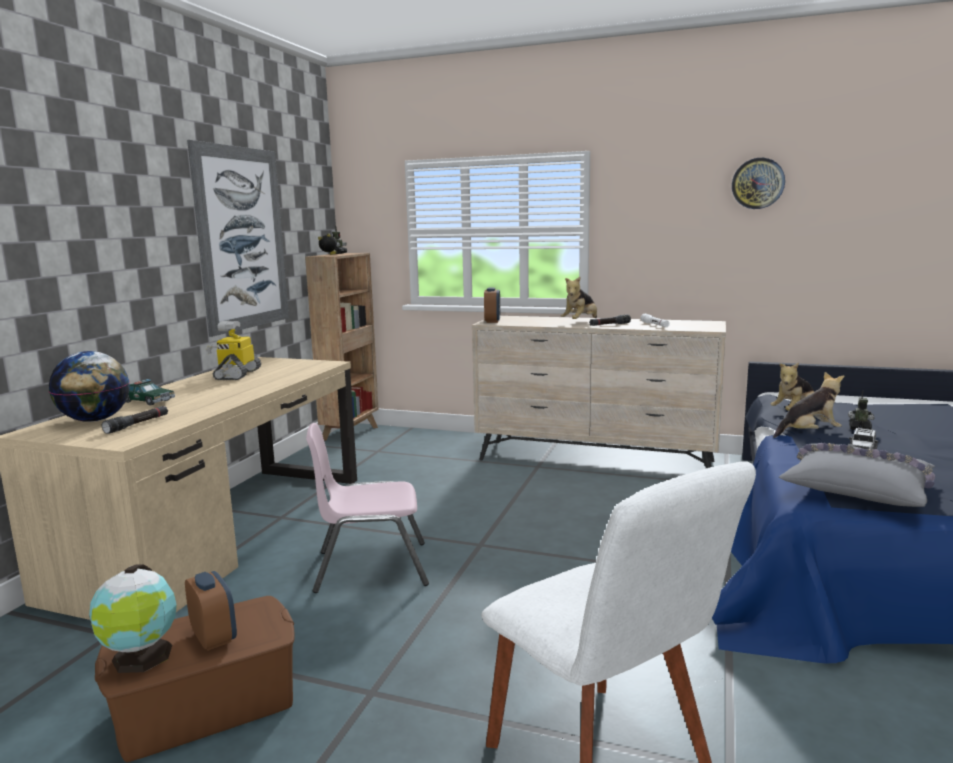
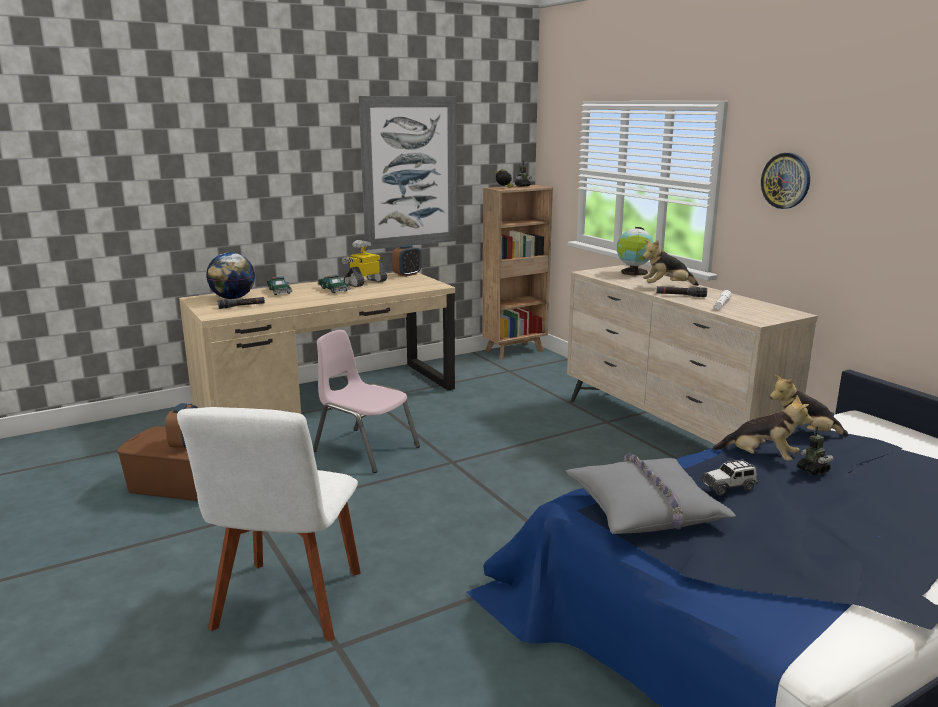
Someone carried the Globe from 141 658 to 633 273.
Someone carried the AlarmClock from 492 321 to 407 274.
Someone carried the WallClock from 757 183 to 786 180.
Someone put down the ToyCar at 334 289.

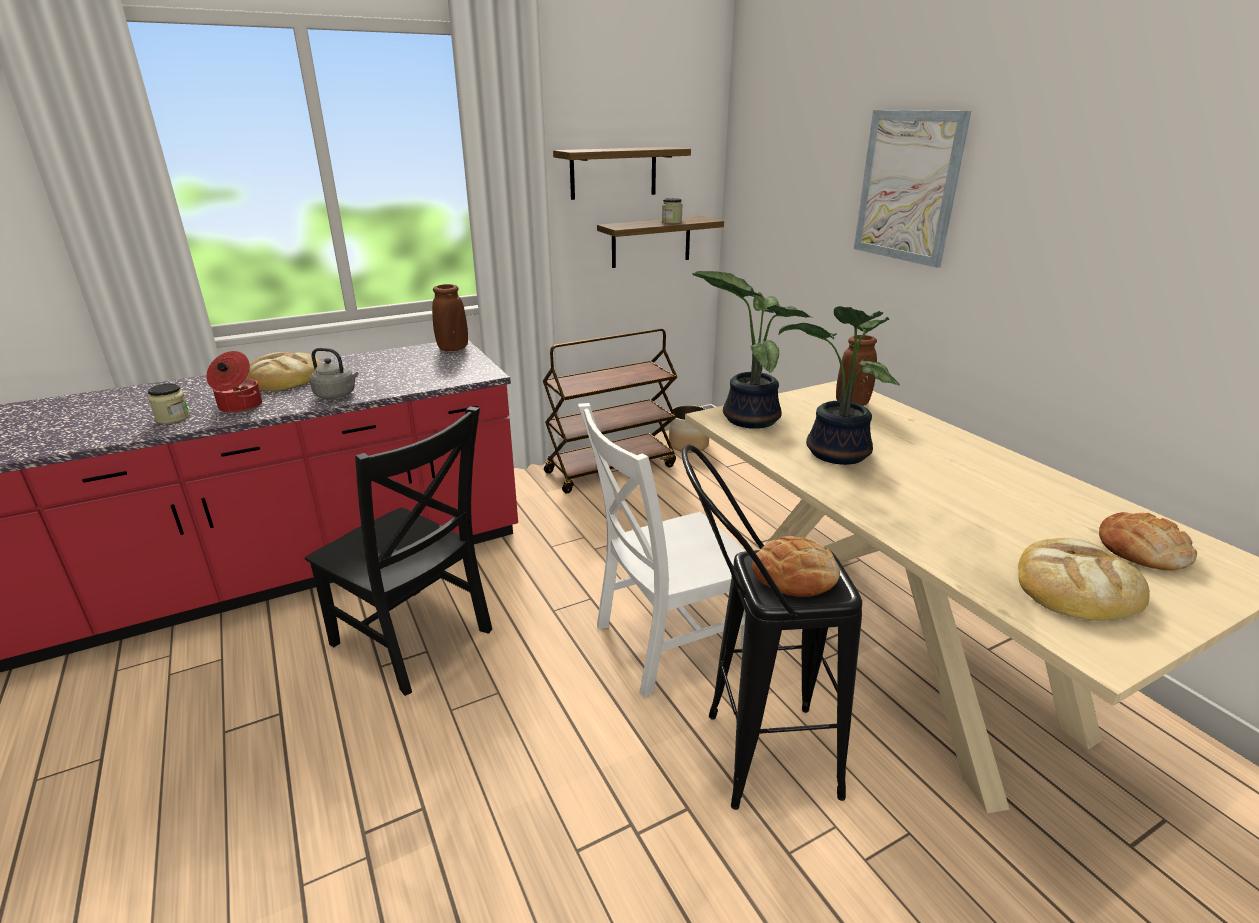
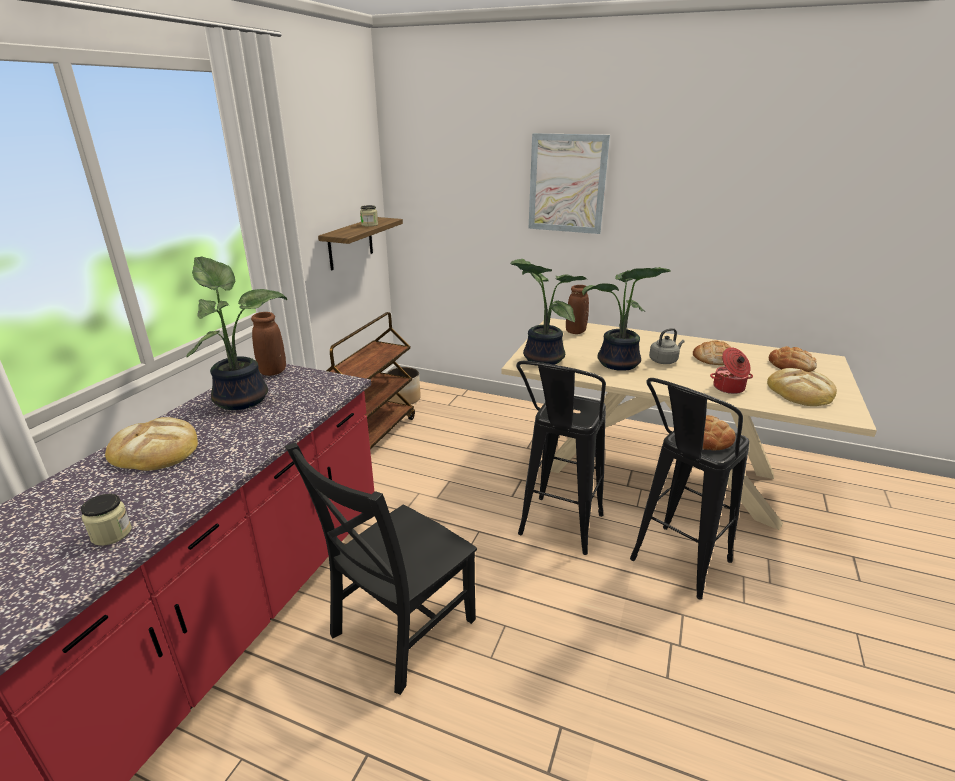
Someone carried the CookingPot from 239 407 to 729 388.
Someone rotated the BlackChair at 415 641 by 135 degrees clockwise.
Someone carried the GreyKettle from 337 395 to 664 361.
Someone took away the Shelf at 613 173.
Someone swapped the WhiteChair at 665 643 for the BlackStool at 557 533.
Someone put down the PottedPlant at 243 398.
Someone put down the Bread at 713 358.

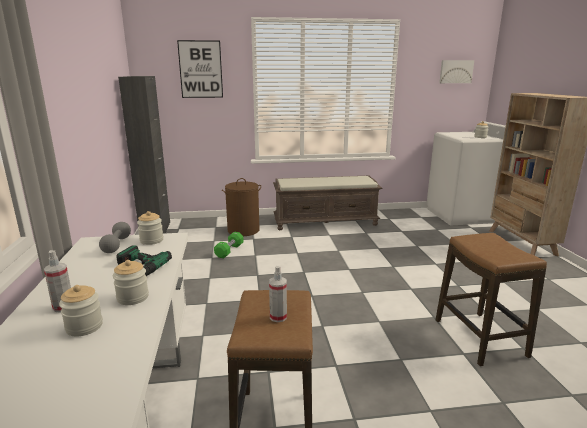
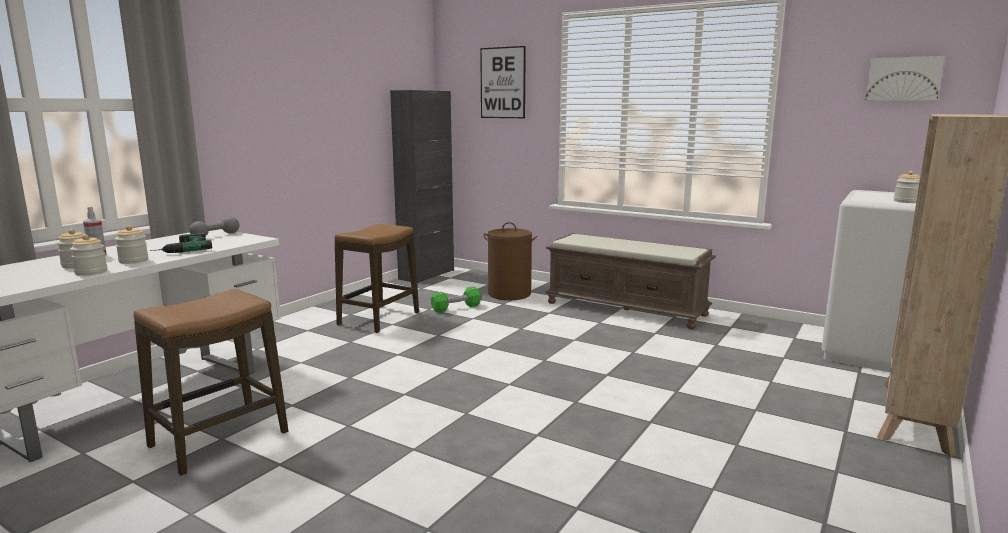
Someone carried the Jar from 151 240 to 91 272.
Someone took away the SprayBottle at 278 317.
Someone carried the Stool from 480 338 to 379 319.

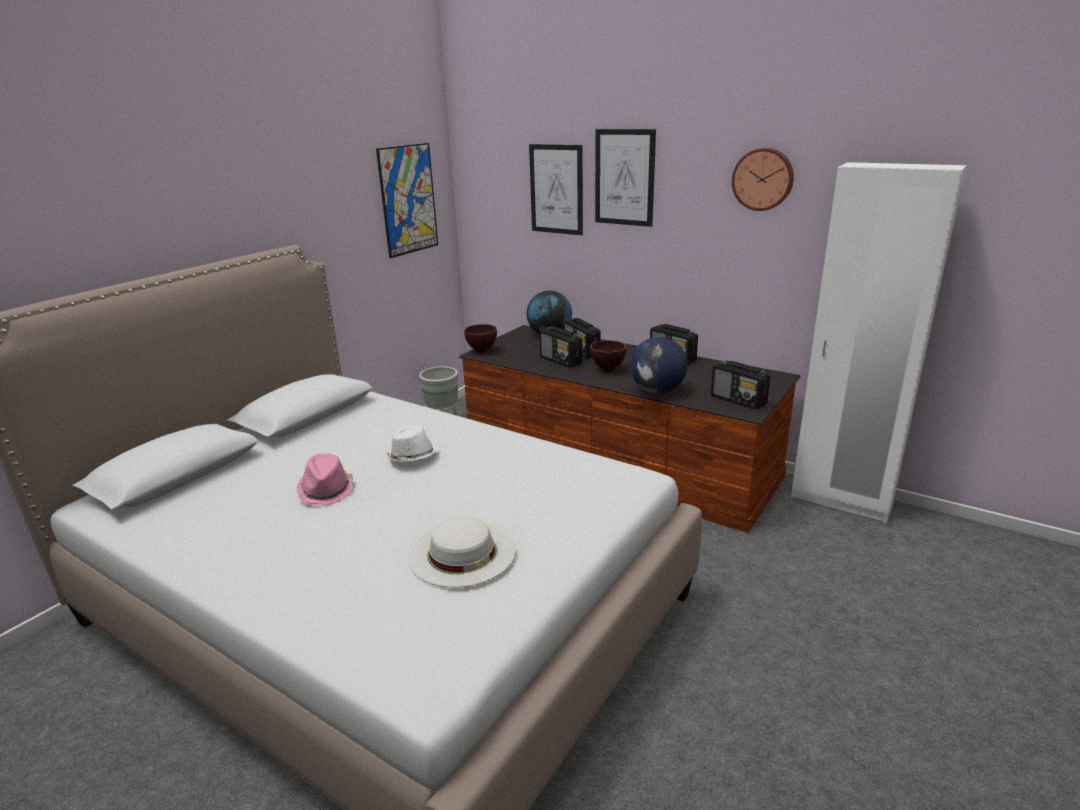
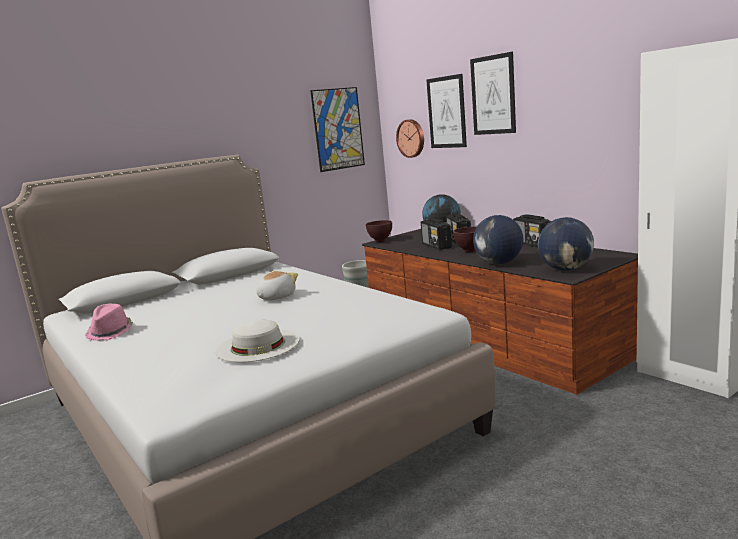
Someone carried the PinkHat from 326 490 to 111 332.
Someone swapped the WhiteHat at 413 458 for the PlushToy at 276 297.
Someone swapped the Radio at 738 400 for the Globe at 566 269.
Someone carried the WallClock from 763 179 to 411 138.

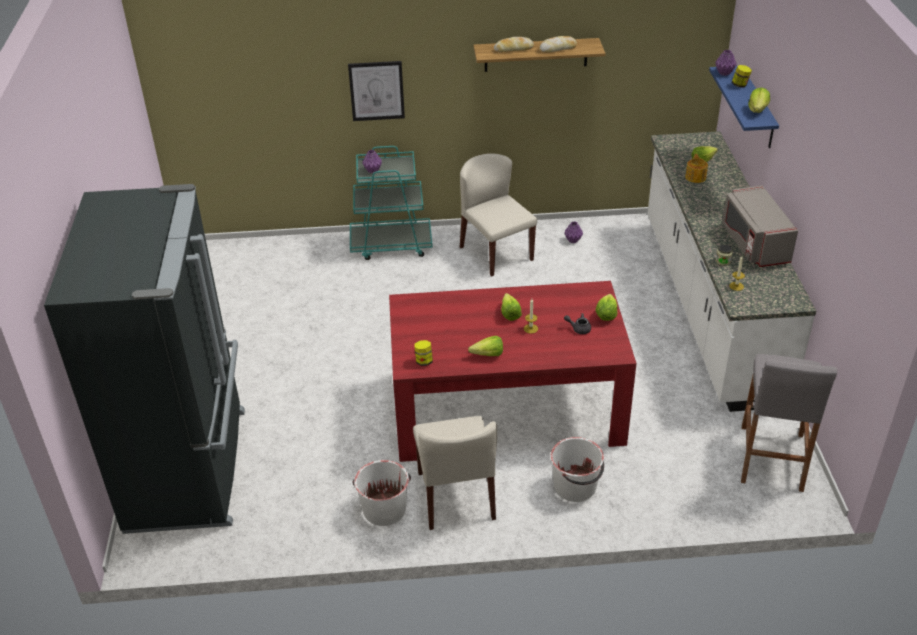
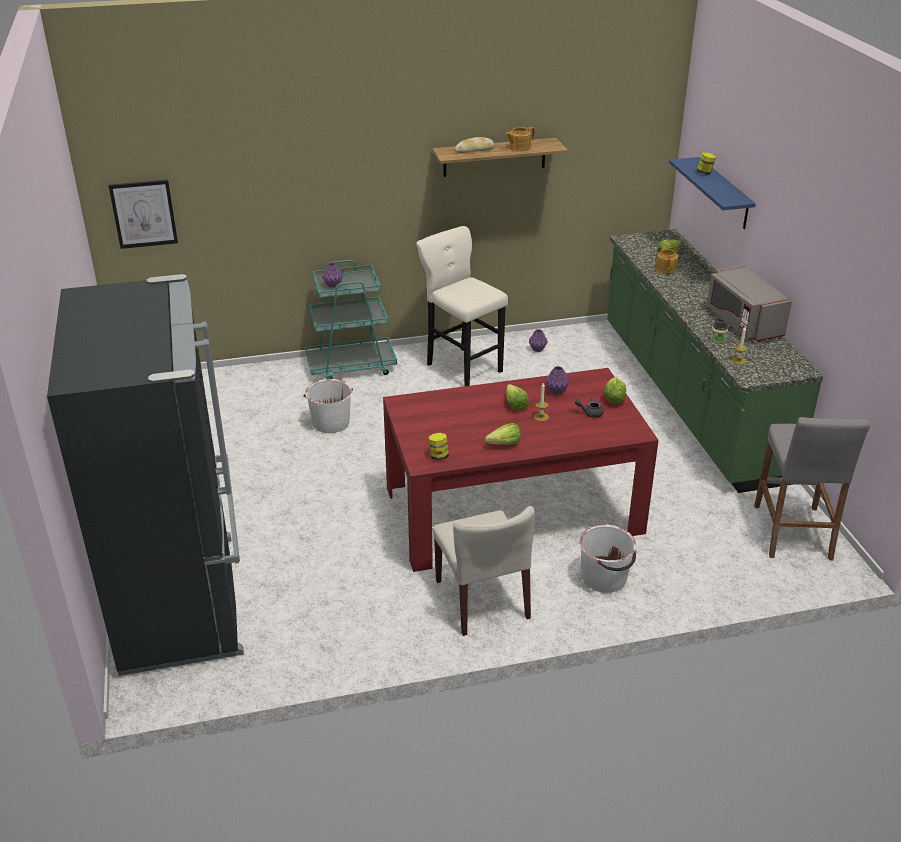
Someone carried the Picture from 376 90 to 144 214.
Someone carried the WhiteBucket from 384 509 to 330 422.
Someone swapped the BeigeChair at 495 253 for the BeigeStool at 462 366.
Someone swapped the Bread at 558 48 for the Teapot at 519 148.
Someone repainted the WhiteCounter at 709 306, which became the GreenCounter at 689 399.
Someone carried the PurpleVase from 724 73 to 556 391.
Someone took away the Lettuce at 757 110.

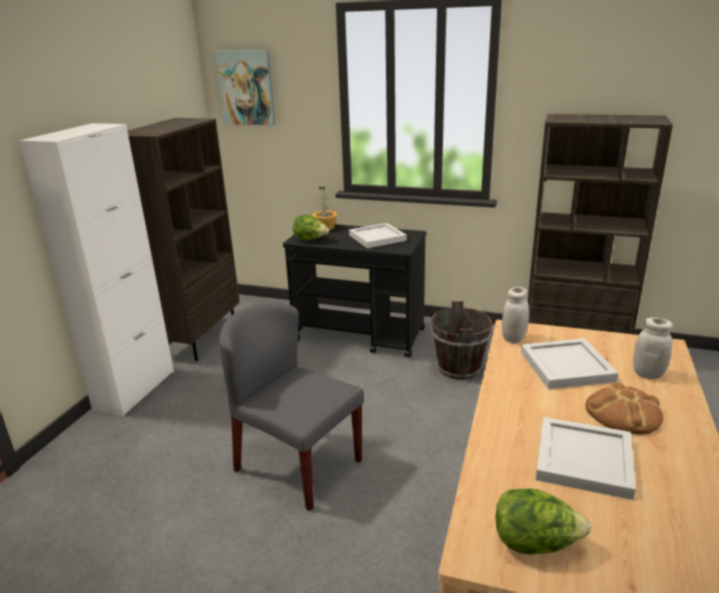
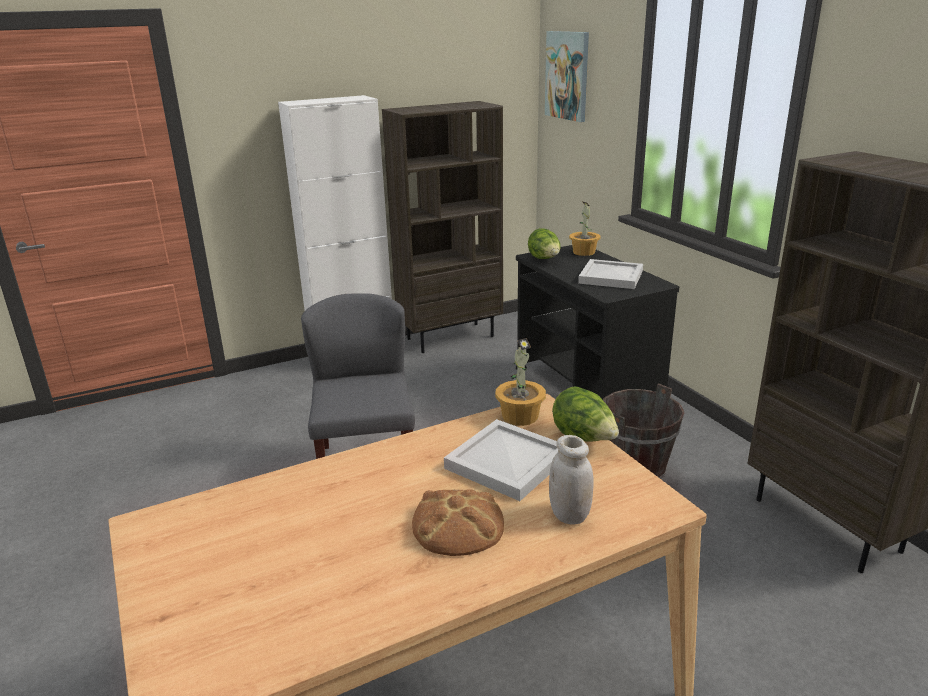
Someone carried the Lettuce from 535 543 to 584 438.
Someone swapped the WhiteJar at 513 338 for the PottedPlant at 519 416.
Someone took away the WhiteTray at 585 459.

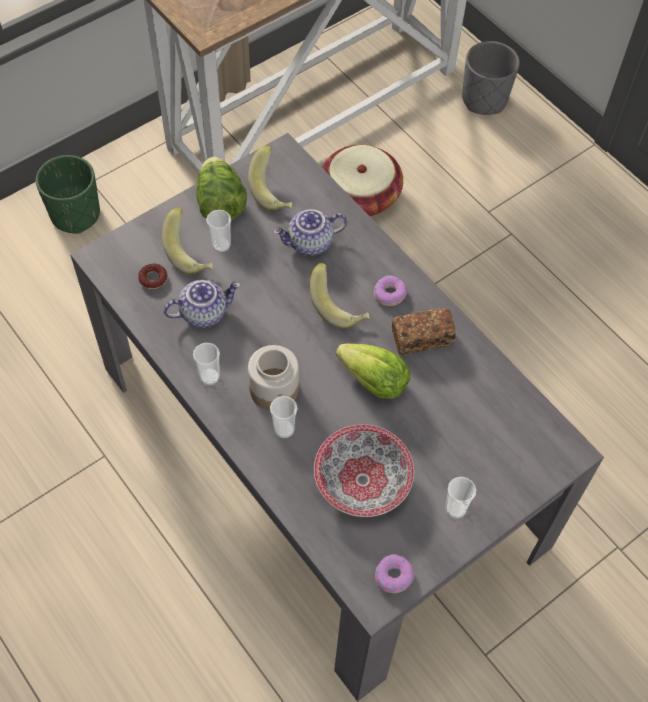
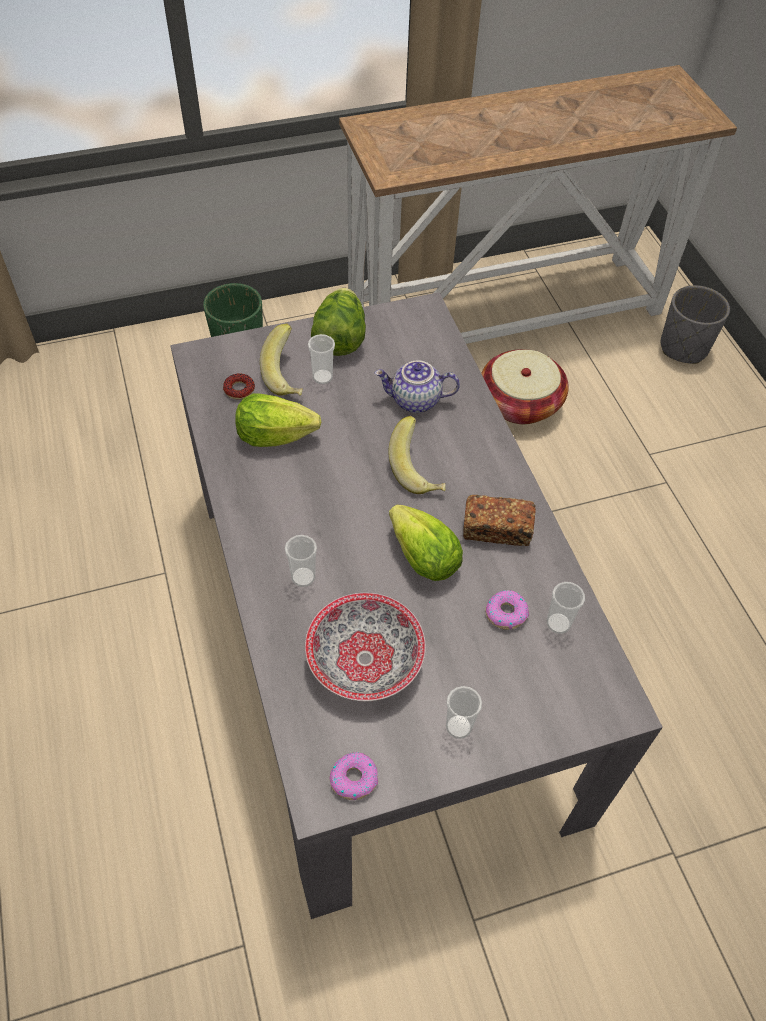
Someone swapped the Teapot at 204 312 for the Lettuce at 274 435.
Someone carried the Cup from 209 376 to 558 623.
Someone took away the Banana at 274 191.
Someone took away the Jar at 274 389.
Someone carried the Donut from 389 294 to 506 613.

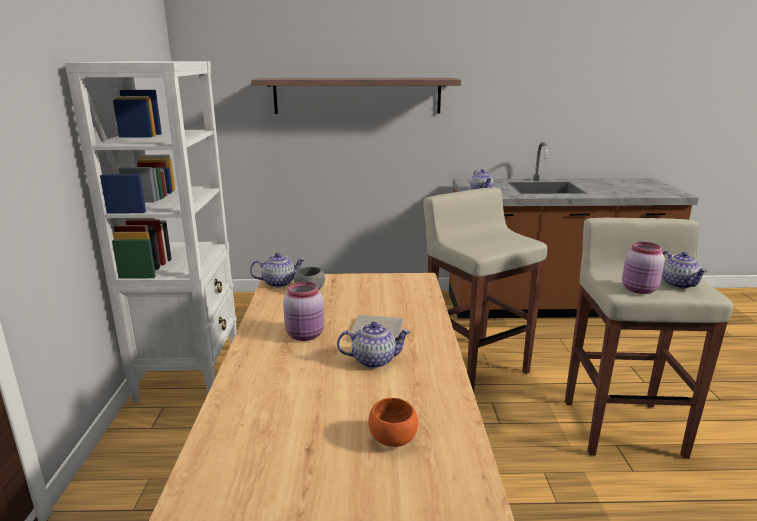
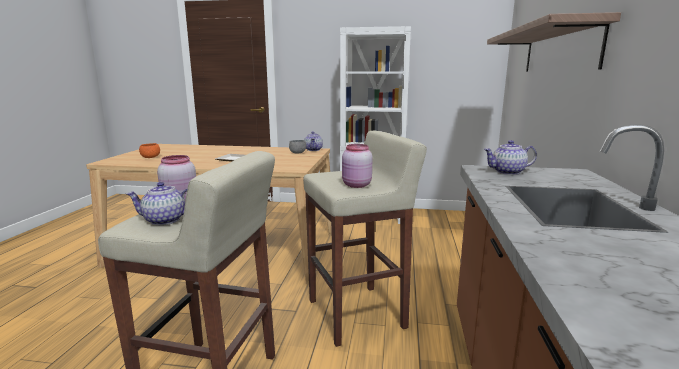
Someone carried the PinkJar from 306 335 to 356 185.
Someone took away the Teapot at 374 360.

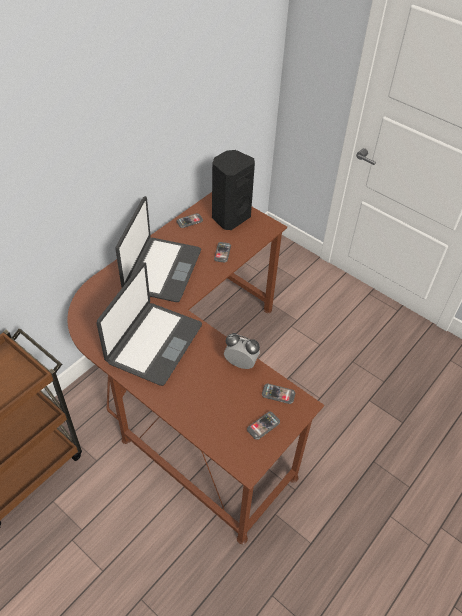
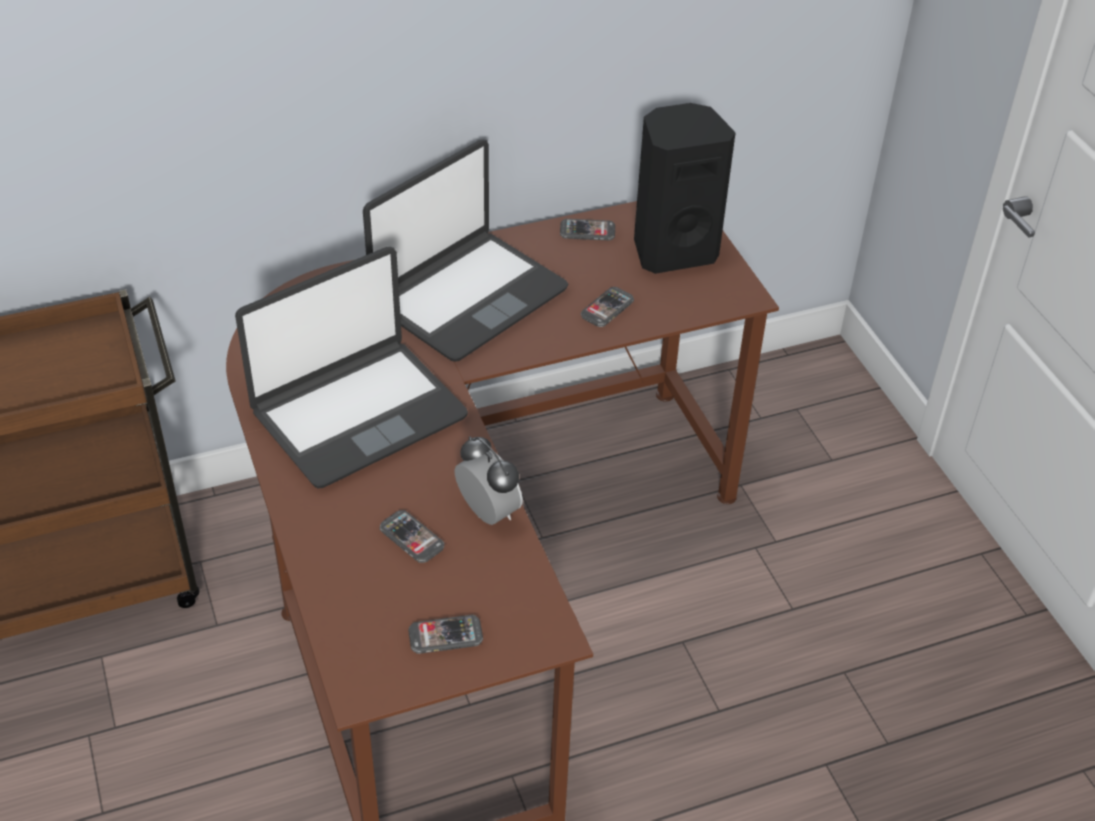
Someone carried the Phone from 278 394 to 412 538.

